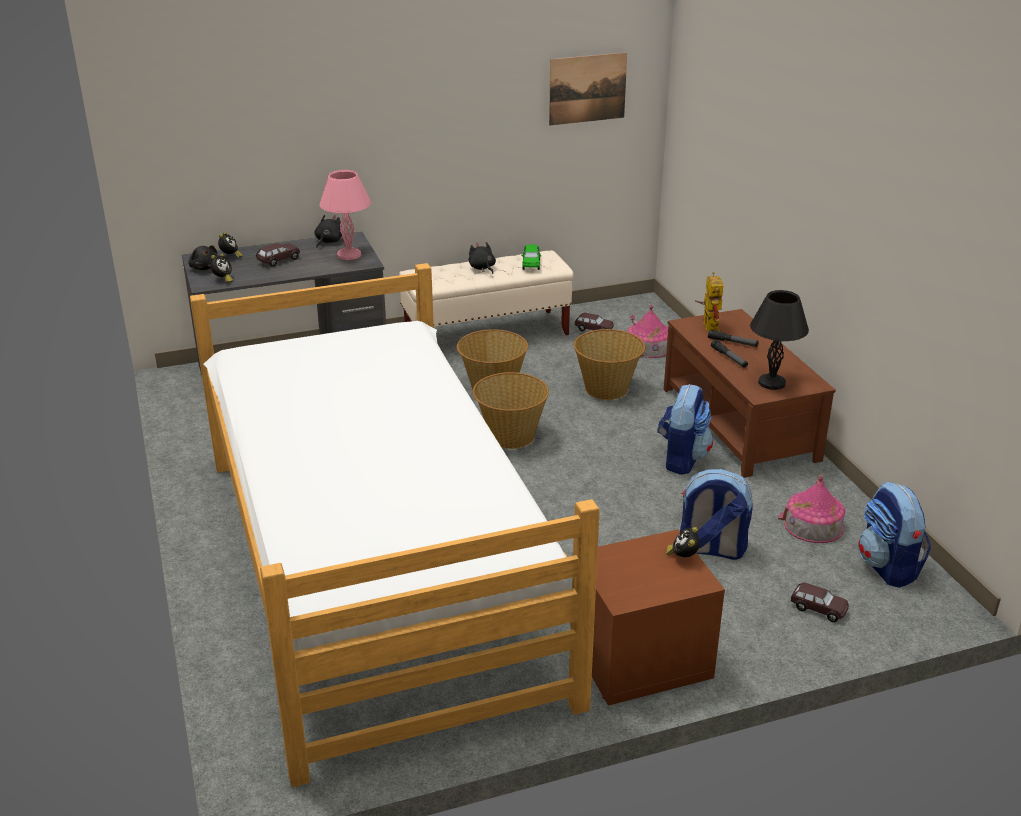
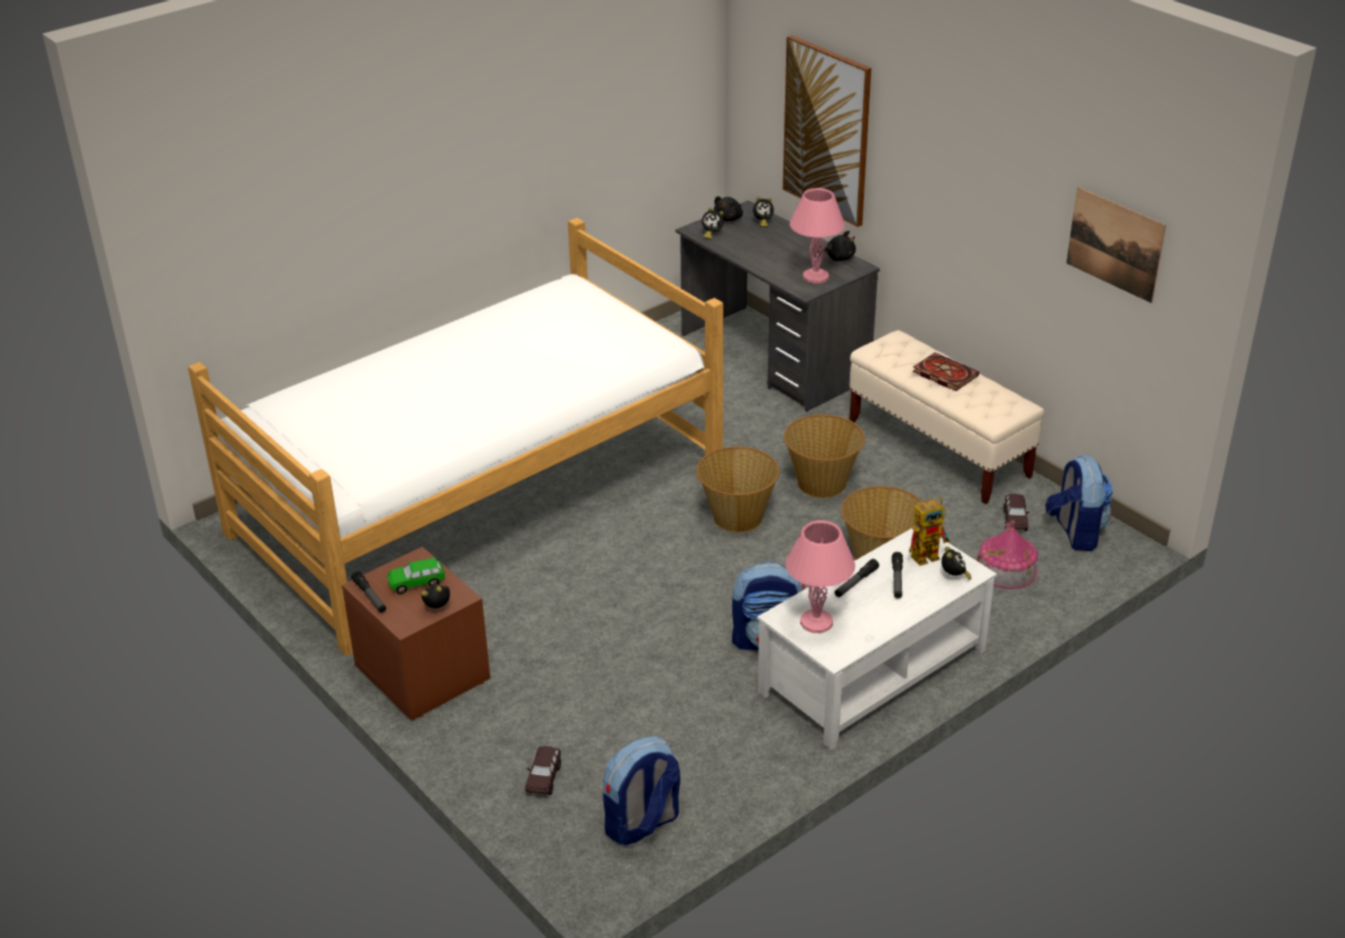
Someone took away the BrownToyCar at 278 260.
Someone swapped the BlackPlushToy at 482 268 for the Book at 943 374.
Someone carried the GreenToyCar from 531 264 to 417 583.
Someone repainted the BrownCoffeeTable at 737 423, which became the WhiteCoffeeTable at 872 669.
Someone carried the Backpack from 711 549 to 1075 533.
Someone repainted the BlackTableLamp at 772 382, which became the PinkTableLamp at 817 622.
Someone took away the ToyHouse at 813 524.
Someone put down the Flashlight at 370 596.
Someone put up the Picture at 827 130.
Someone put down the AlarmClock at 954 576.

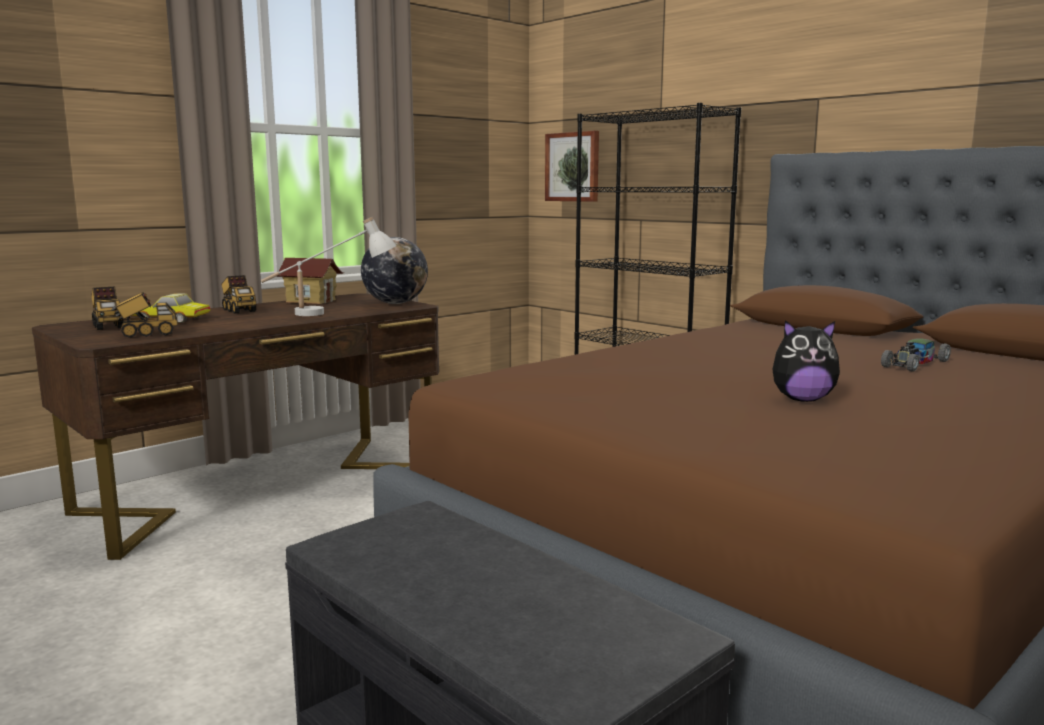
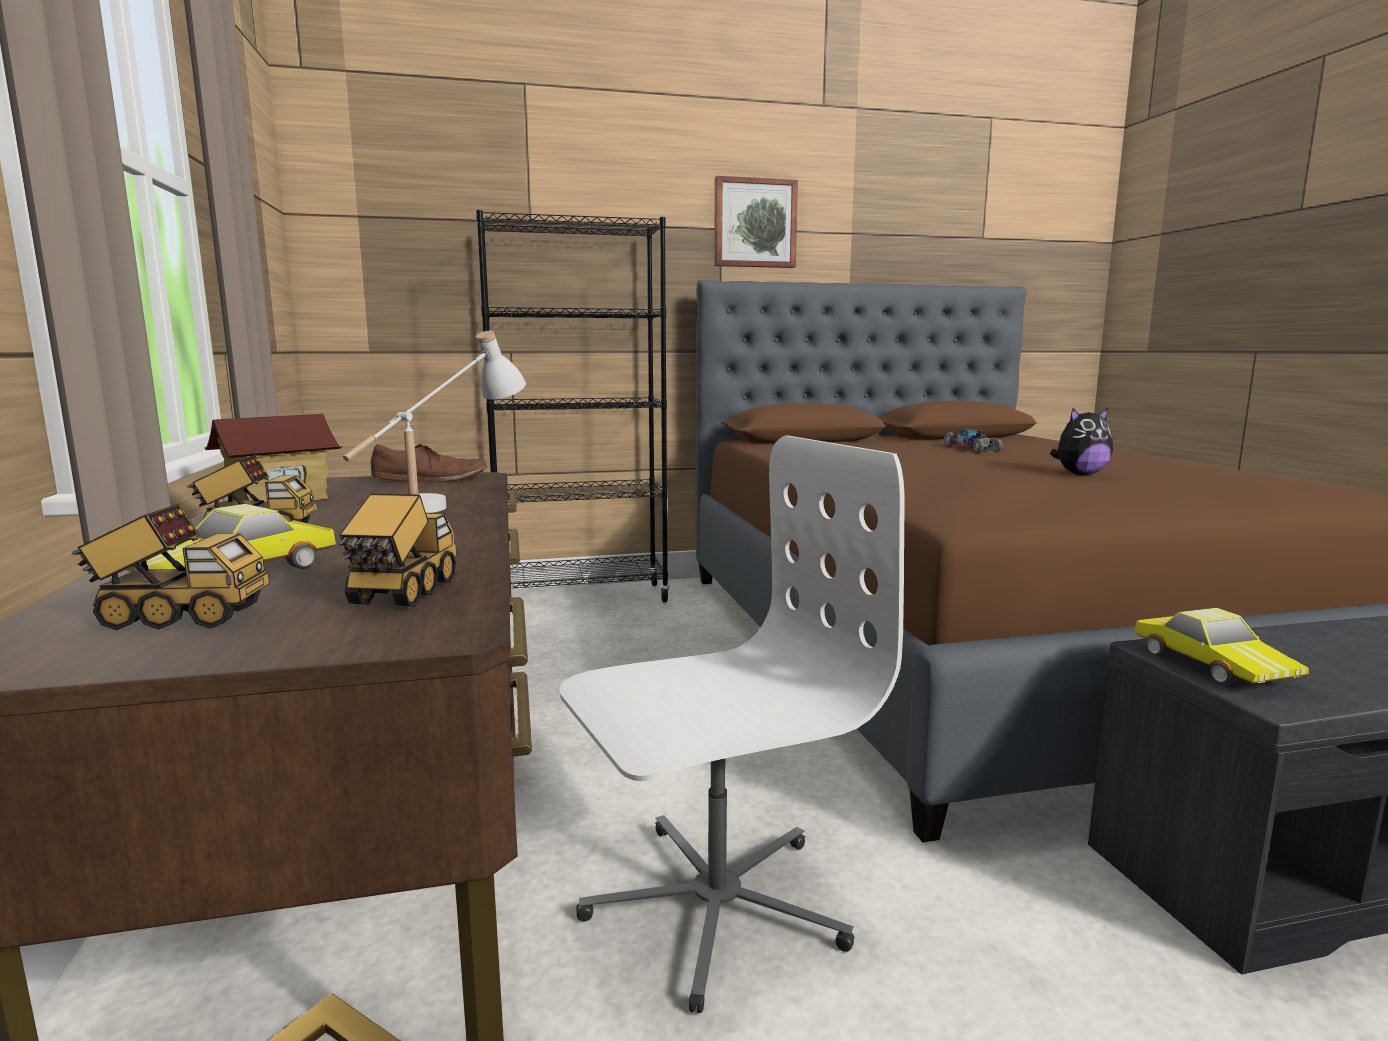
Someone swapped the Globe at 395 303 for the BrownShoe at 430 479.
Someone carried the Picture from 573 167 to 754 223.
Someone rotated the PlushToy at 802 400 by 45 degrees clockwise.
Someone put down the WhiteOfficeChair at 714 903.
Someone put down the ToyCar at 1213 664.

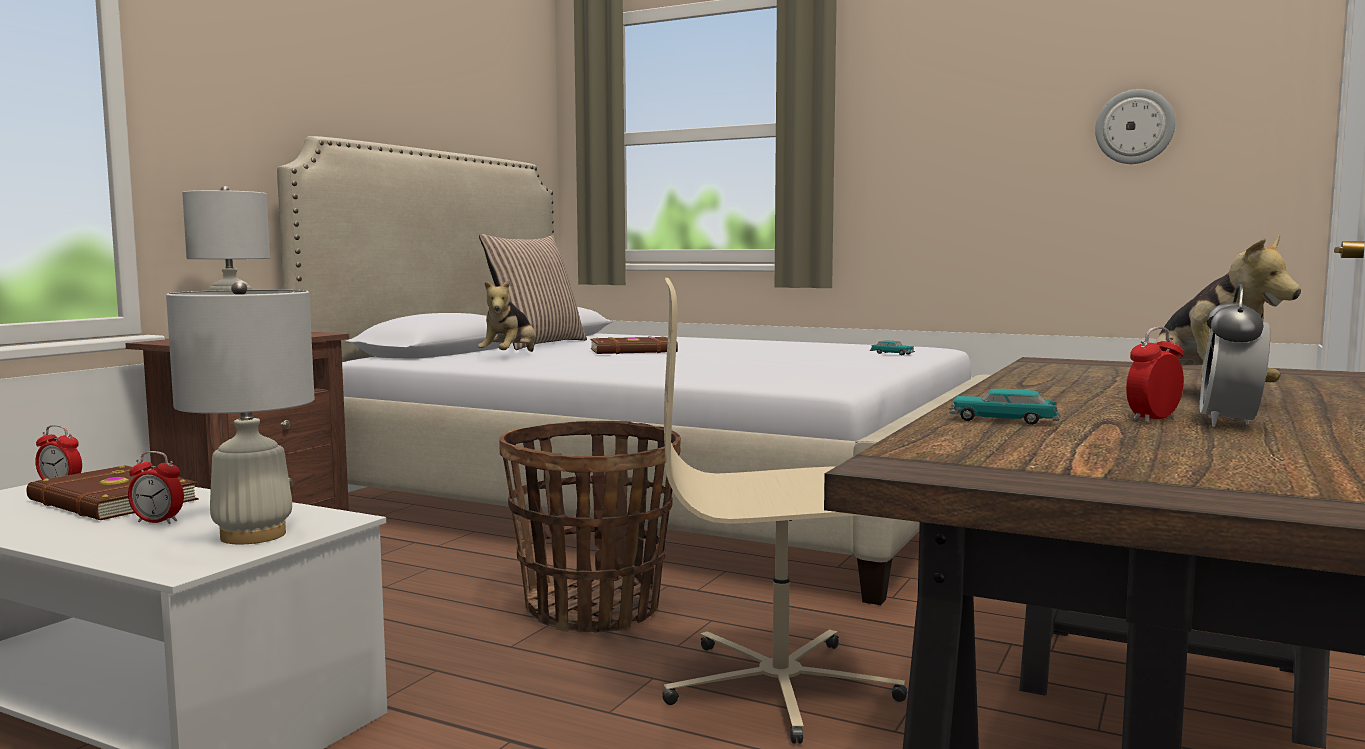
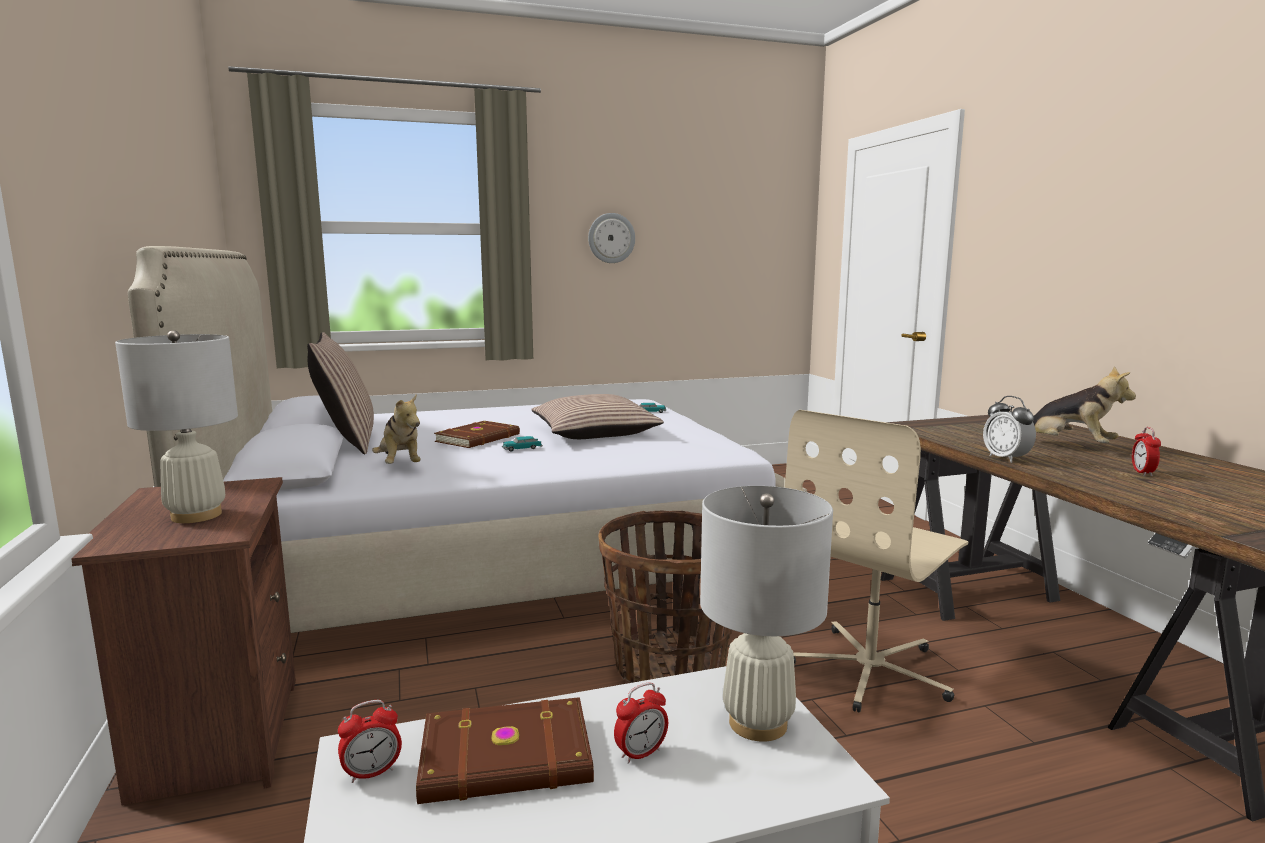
Someone carried the ToyCar from 1003 420 to 522 448.
Someone carried the WallClock from 1134 127 to 611 238.
Someone carried the AlarmClock from 1230 423 to 1006 458.
Someone put down the Pillow at 594 432.

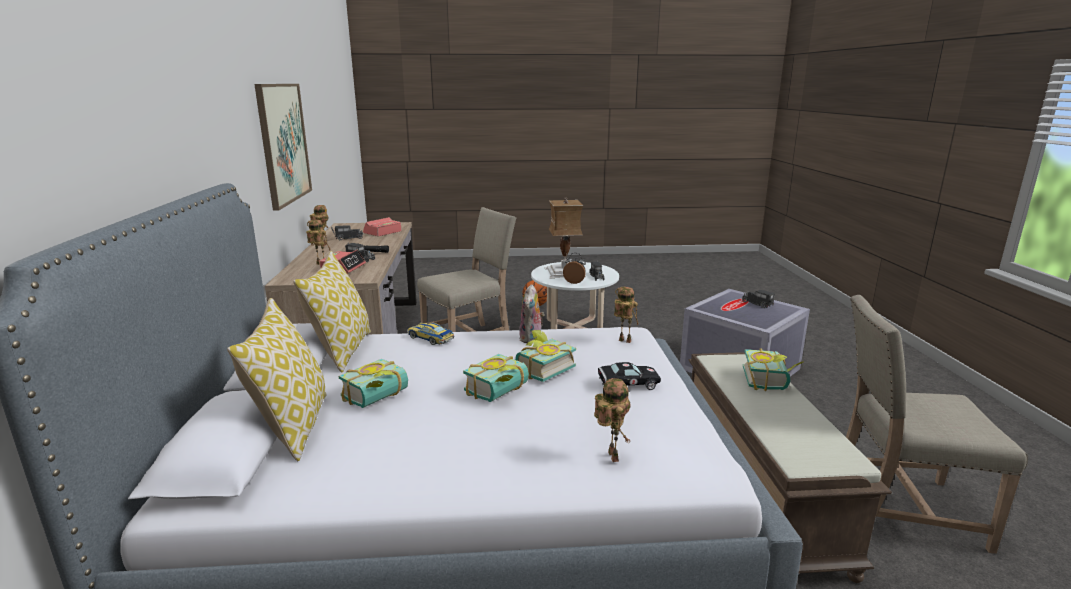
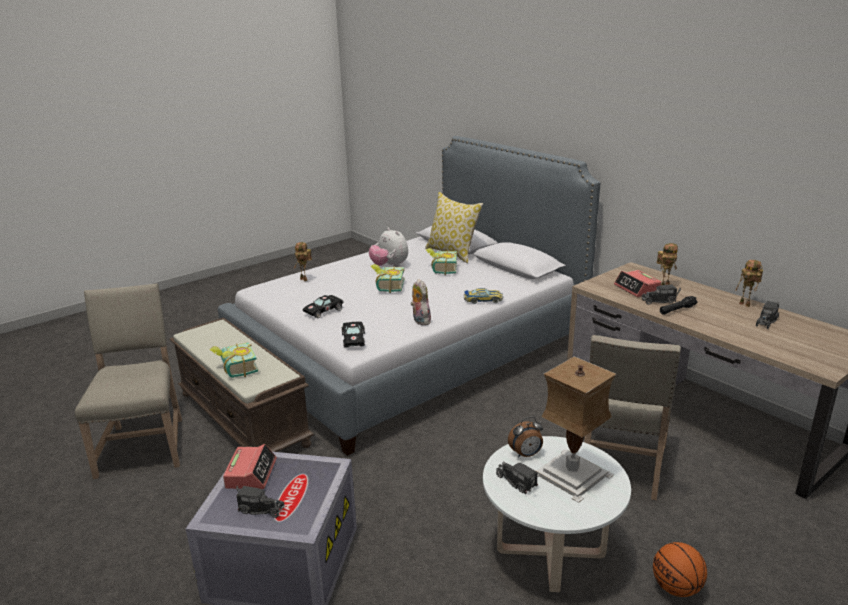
Someone took away the Picture at 283 143.
Someone took away the Pillow at 341 350.
Someone carried the AlarmClock from 382 232 to 251 473.
Someone took away the Book at 541 369.
Someone swapped the ToyRobot at 623 341 for the BlackToyCar at 353 339.
Someone rotated the BeigeChair at 898 508 by 75 degrees counterclockwise.
Someone put down the PlushToy at 389 266.

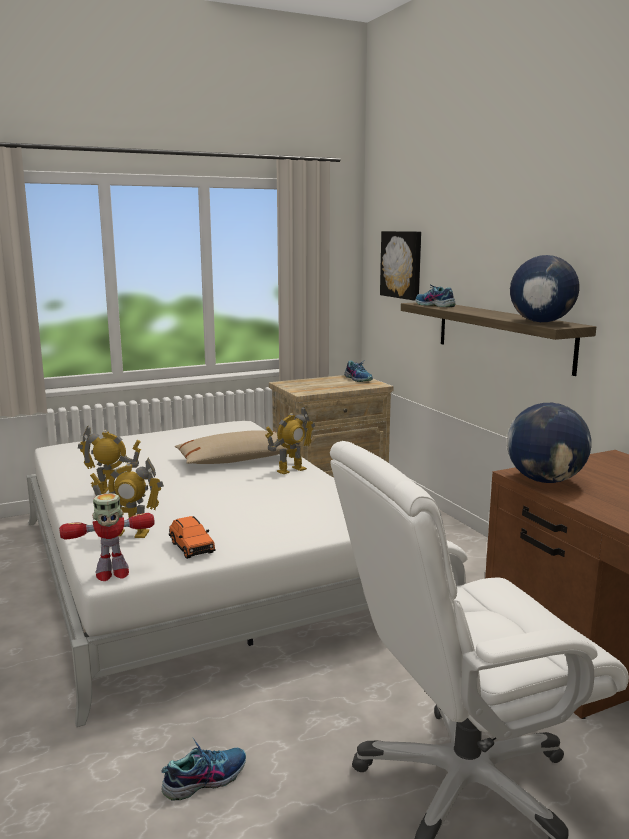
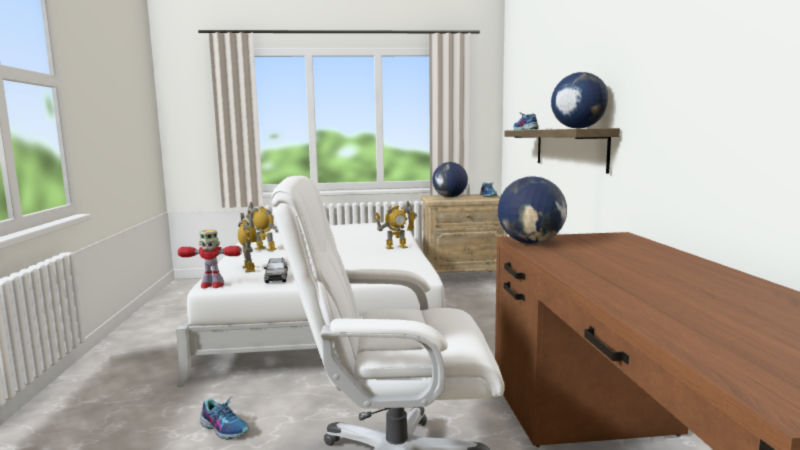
Someone rotated the ToyRobot at 130 533 by 135 degrees counterclockwise.
Someone rotated the Shoe at 205 779 by 45 degrees clockwise.
Someone repainted the OrangeToyCar at 191 547, which became the GreyToyCar at 276 278.
Someone took away the BeigePillow at 237 460.
Someone took away the Picture at 402 264.
Someone put down the Globe at 450 197.

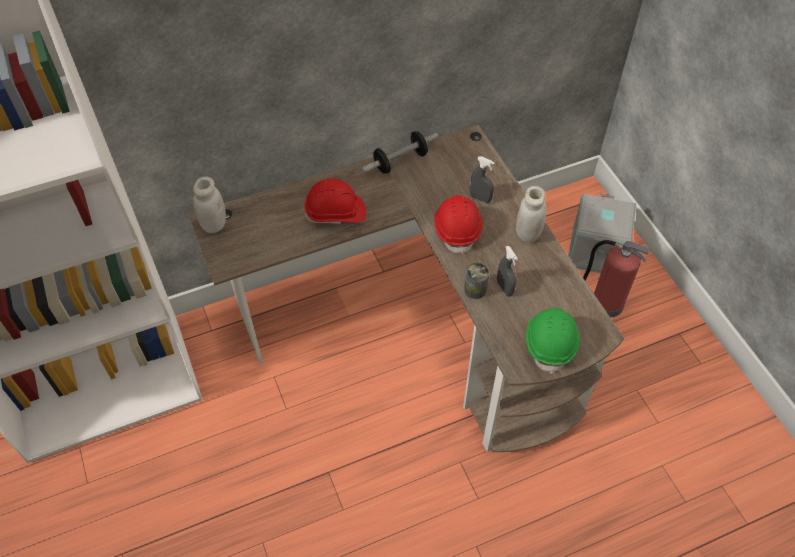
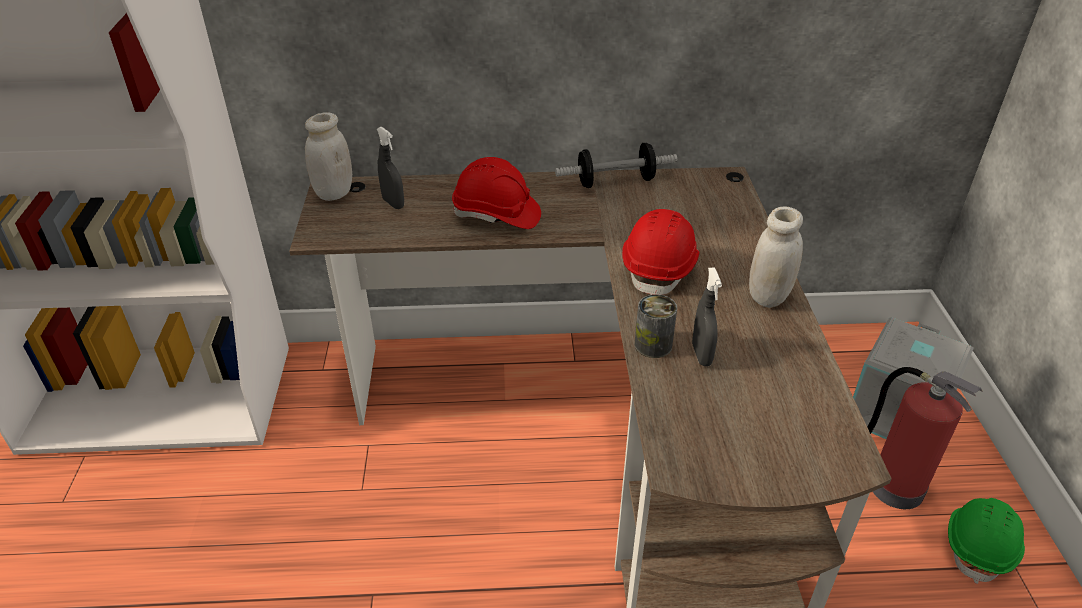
Someone carried the GreySprayBottle from 480 198 to 393 203.
Someone carried the GreenHardHat from 550 343 to 979 546.

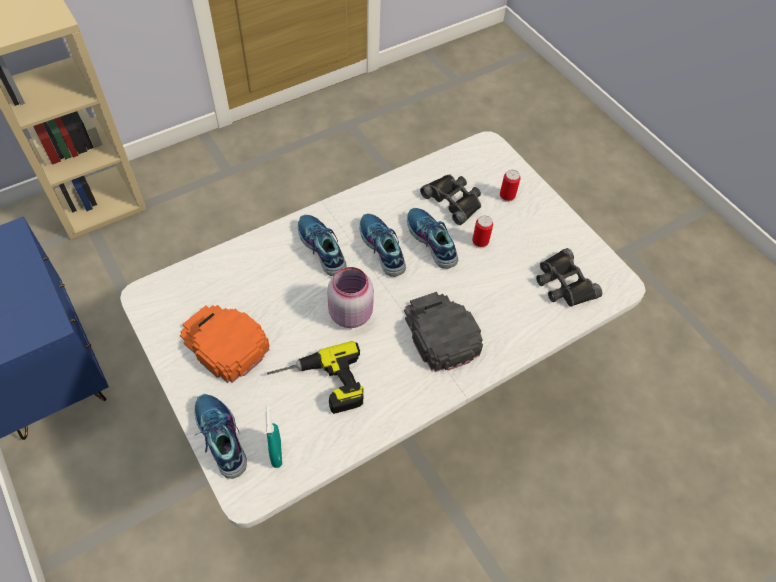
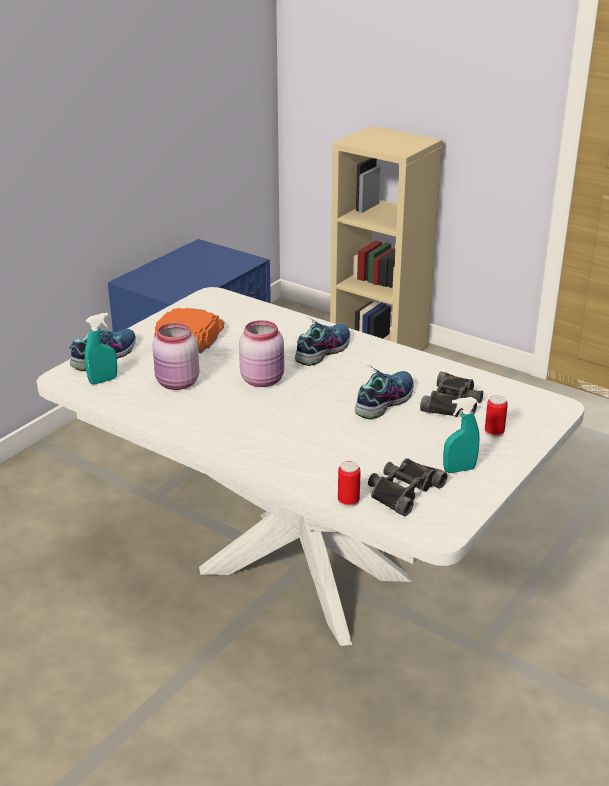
Someone swapped the PowerDrill at 320 386 for the PinkJar at 177 383.
Someone took away the Shoe at 381 249.
Someone took away the BlackCap at 440 332.
Someone carried the Can from 480 242 to 348 501.
Someone put down the TurquoiseSprayBottle at 459 469.

